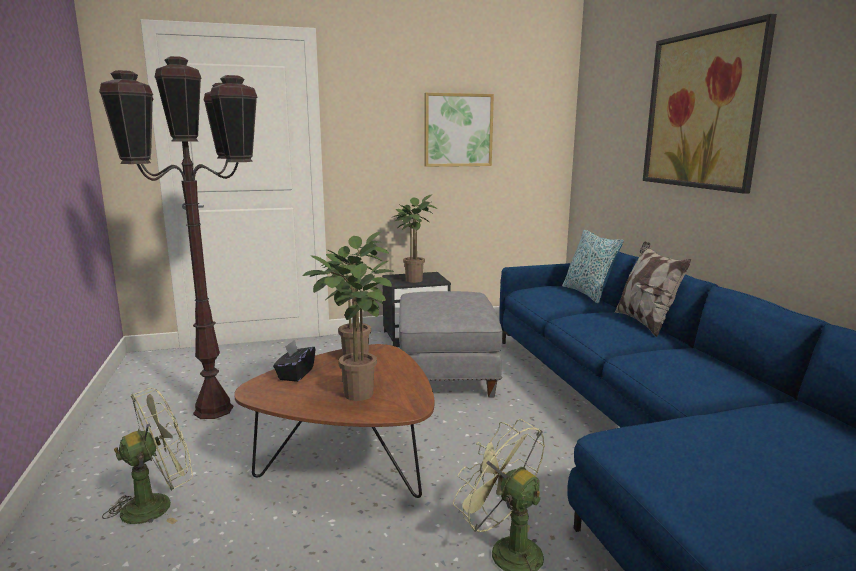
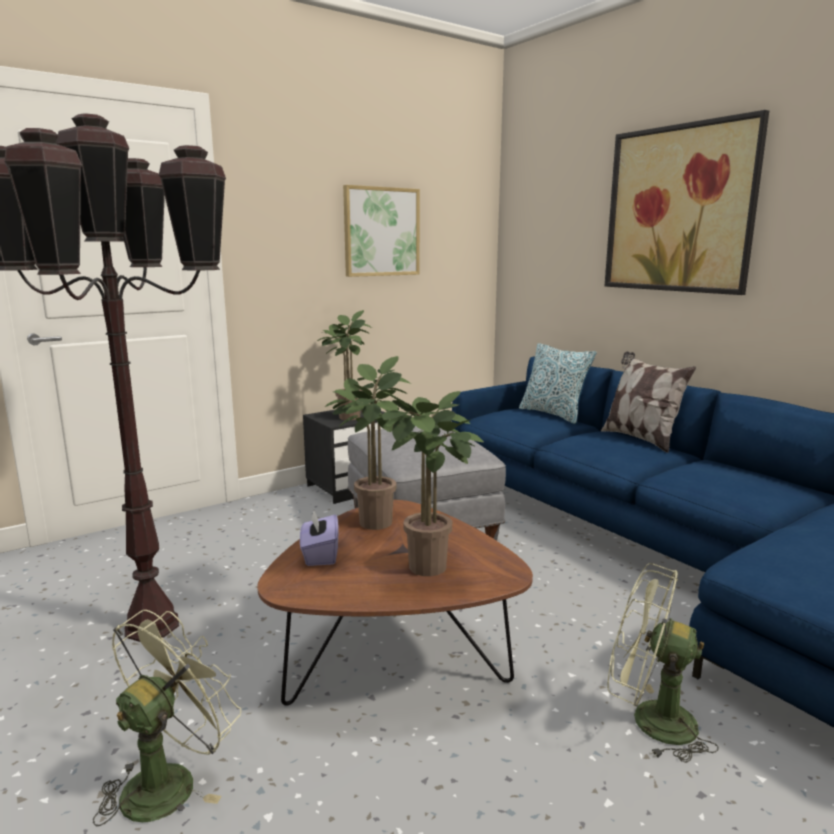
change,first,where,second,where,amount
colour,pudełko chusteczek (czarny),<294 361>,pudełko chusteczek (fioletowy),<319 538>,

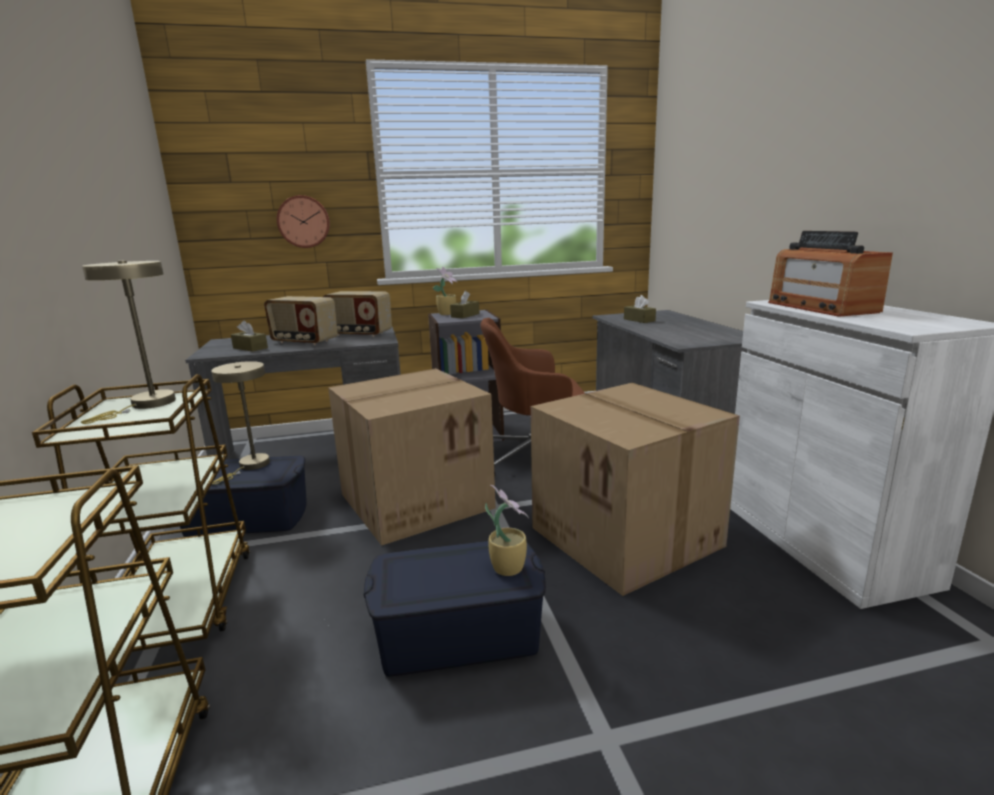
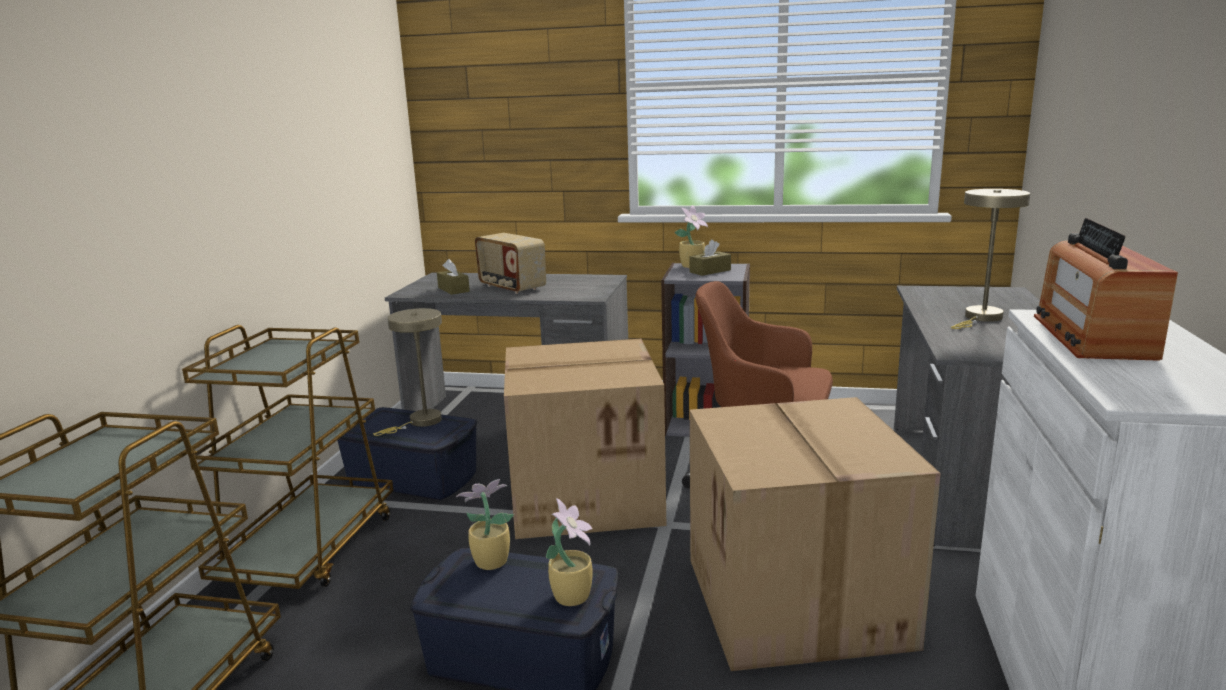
change,first,where,second,where,amount
relocated,lampa stołowa (beżowy),<128 342>,,<990 259>,
missing,zegar ścienny,<303 221>,,,
missing,radio,<357 314>,,,
missing,pudełko chusteczek (brązowy),<640 309>,,,
appeared,,,roślina doniczkowa,<485 524>,

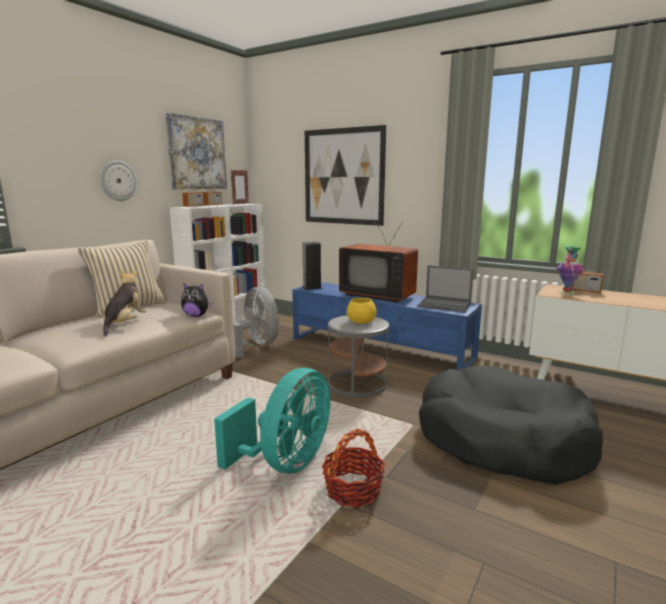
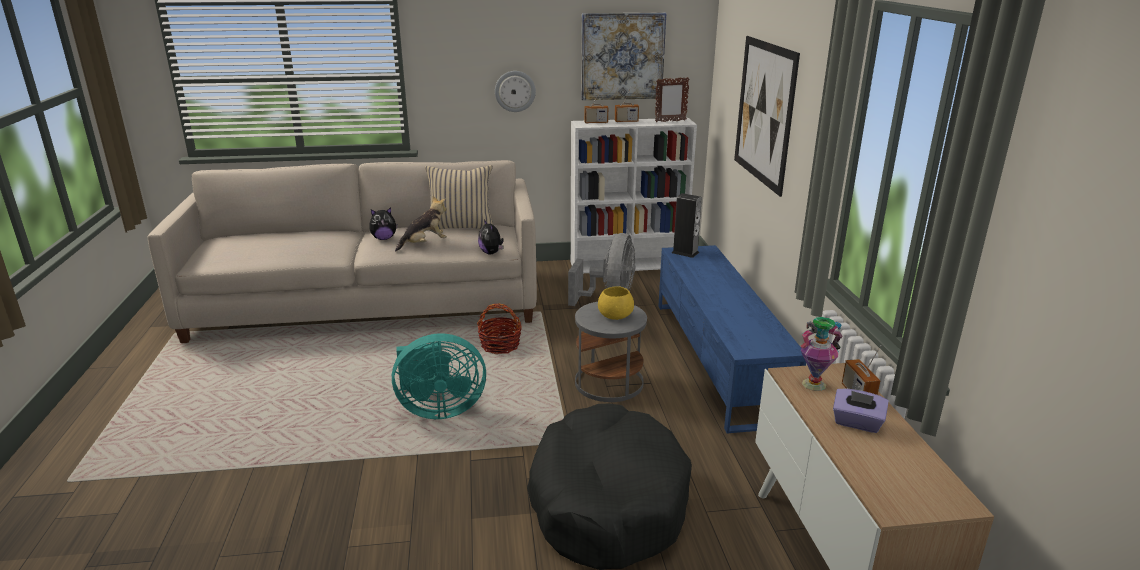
change,first,where,second,where,amount
relocated,koszyk,<353 468>,,<499 328>,
missing,telewizor,<378 262>,,,
missing,laptop,<445 288>,,,
appeared,,,pluszak,<383 223>,
appeared,,,pudełko chusteczek (fioletowy),<861 410>,

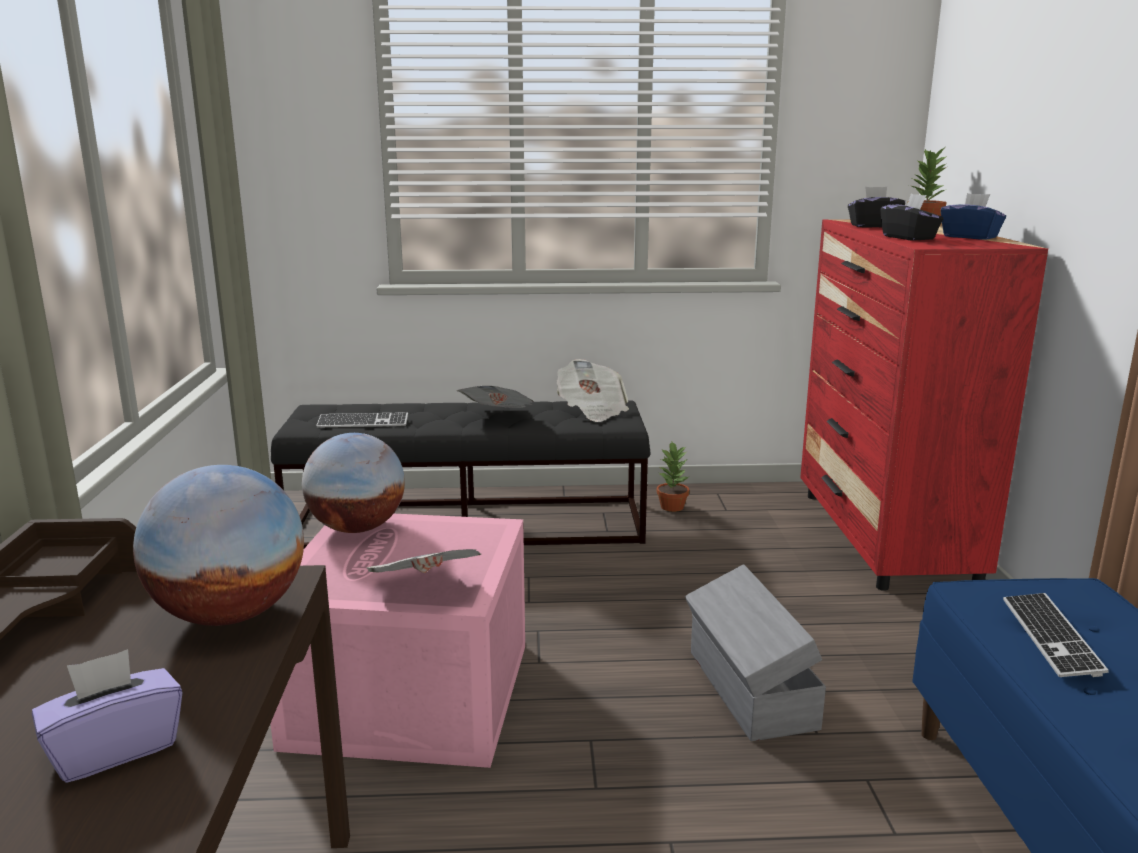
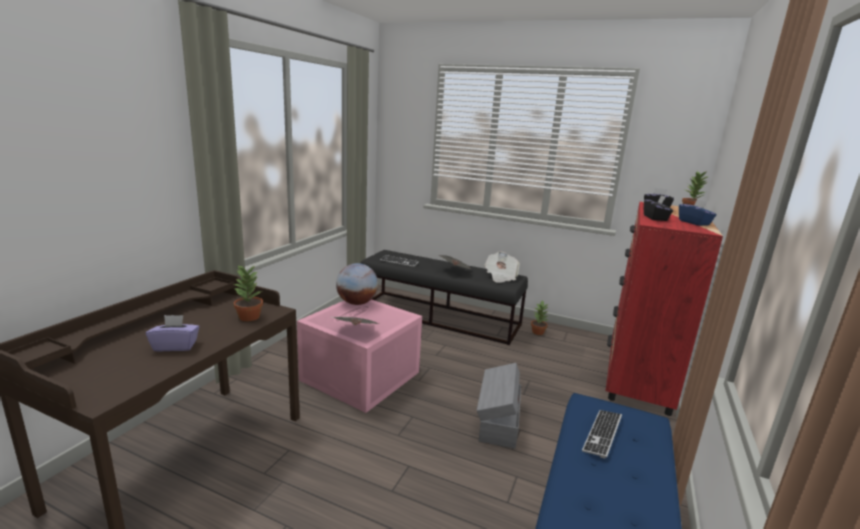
change,first,where,second,where,amount
exchanged,globus,<218 545>,roślina doniczkowa,<248 293>,

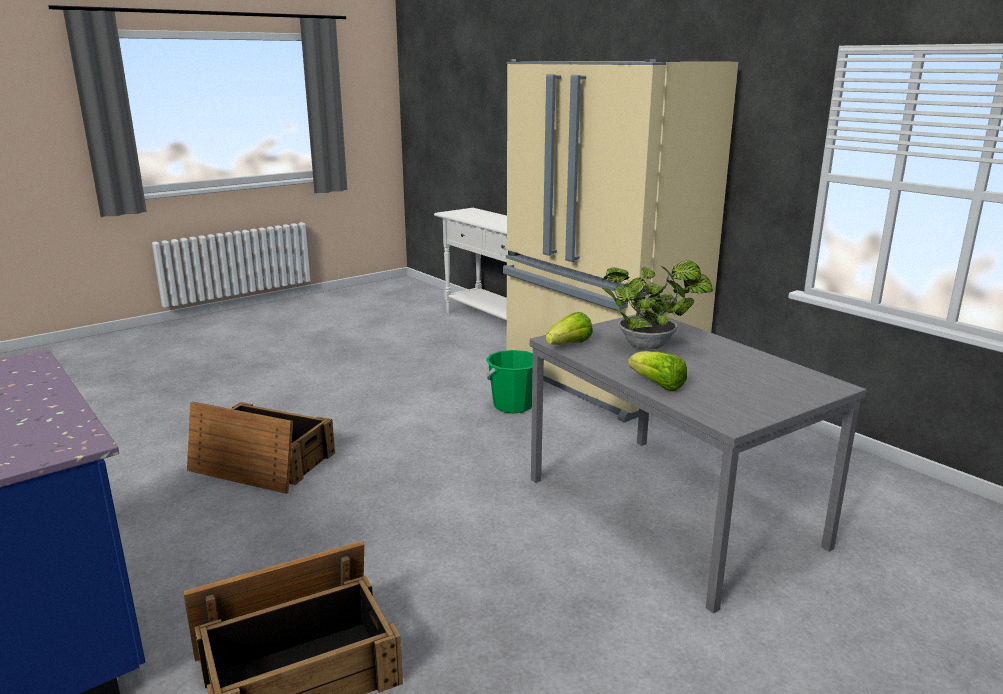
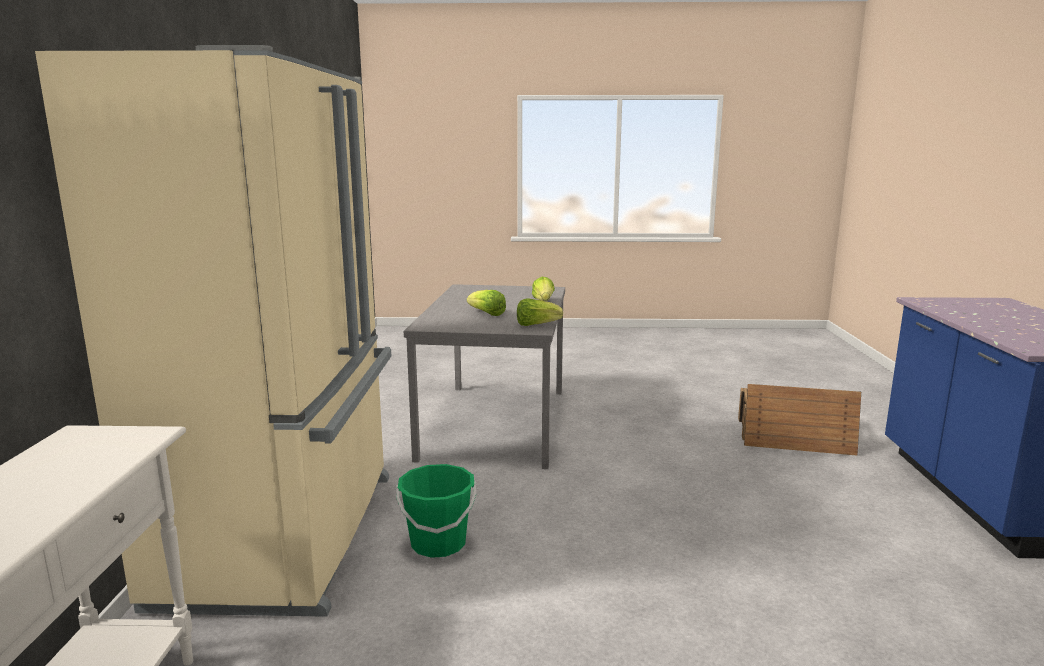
change,first,where,second,where,amount
missing,skrzynka,<261 448>,,,
exchanged,roślina doniczkowa,<657 305>,sałata,<486 303>,

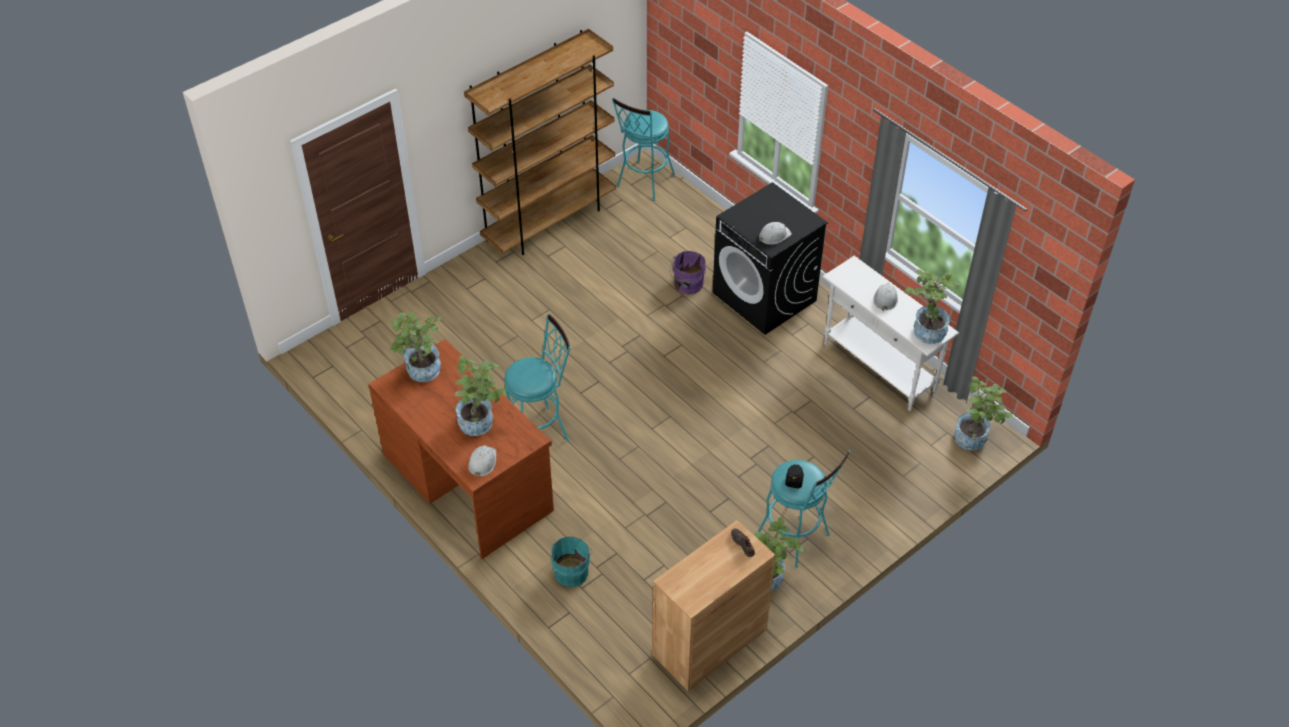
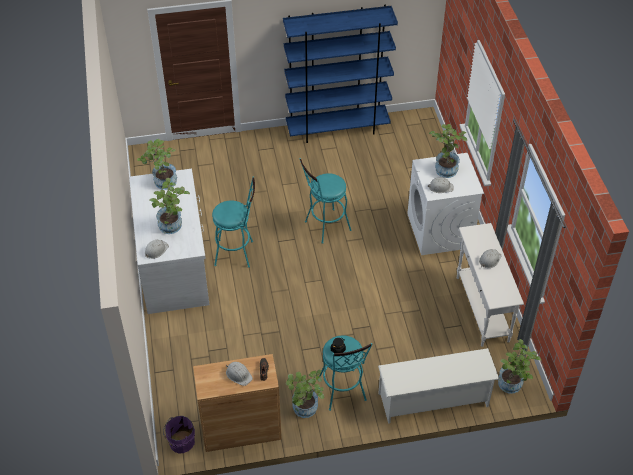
change,first,where,second,where,amount
colour,biurko (brązowy),<461 449>,biurko (biały),<169 241>,
colour,regał (brązowy),<540 142>,regał (niebieski),<340 74>,
missing,wiadro (turkusowy),<571 562>,,,
relocated,stołek (turkusowy),<644 149>,,<326 201>,
relocated,wiadro (fioletowy),<688 272>,,<179 435>,
colour,pralka (czarny),<770 258>,pralka (biały),<445 204>,
relocated,roślina doniczkowa,<932 306>,,<448 151>,
appeared,,,kask (biały),<239 374>,
appeared,,,regał na buty (biały),<438 386>,

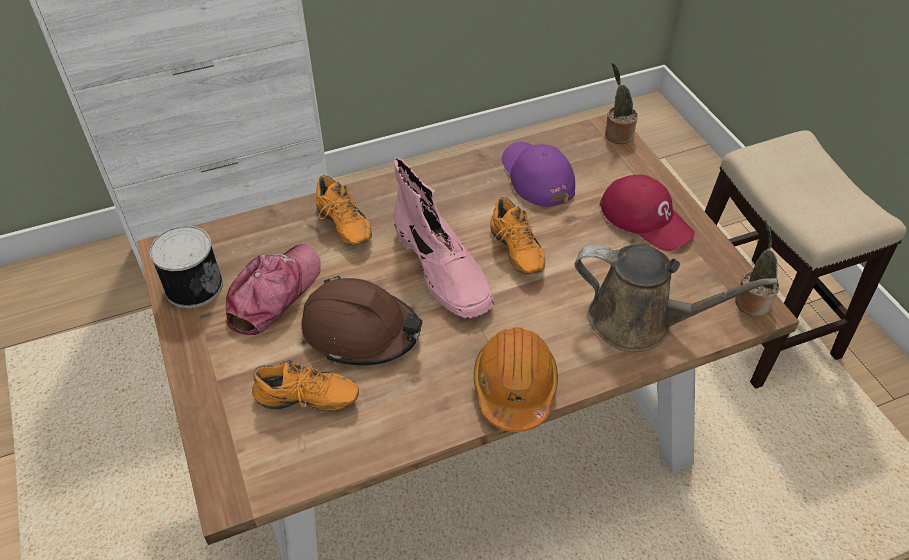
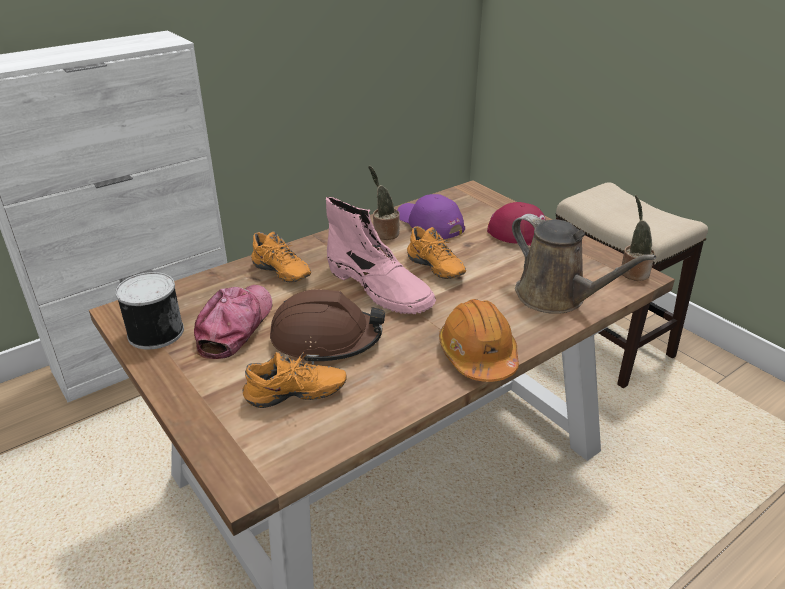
change,first,where,second,where,amount
spun,konewka (brązowy),<676 298>,,<584 264>,45 degrees clockwise
relocated,roślina doniczkowa,<621 103>,,<384 203>,

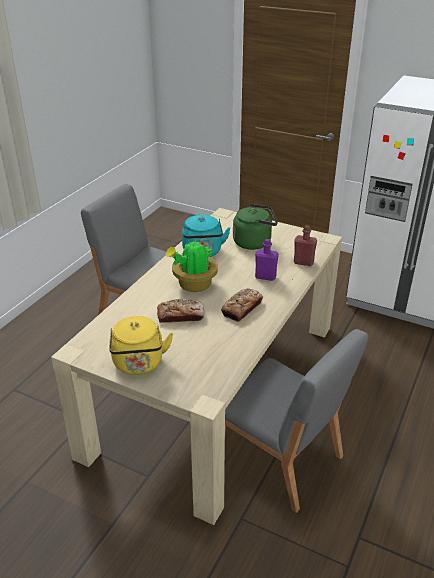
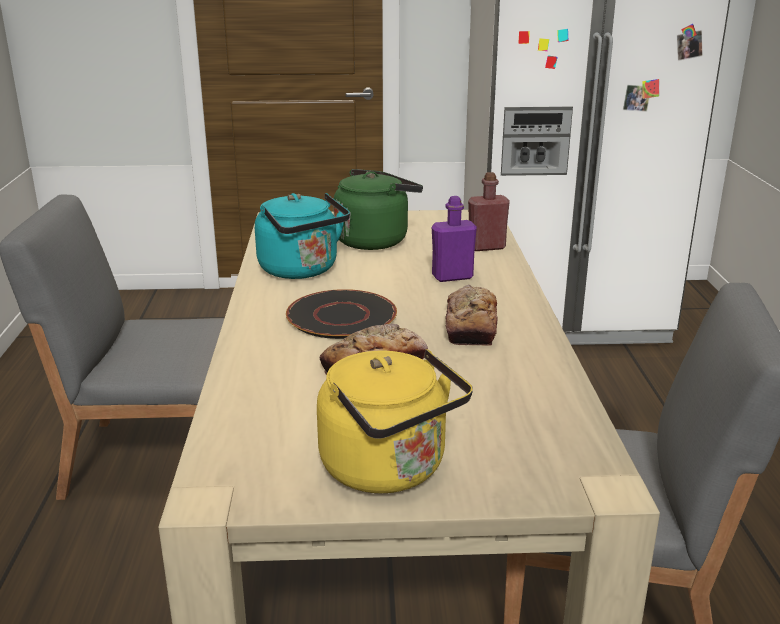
change,first,where,second,where,amount
exchanged,roślina doniczkowa,<192 264>,talerz (czarny),<341 314>,

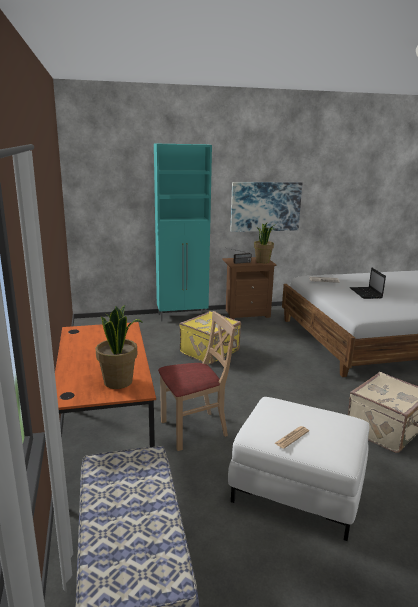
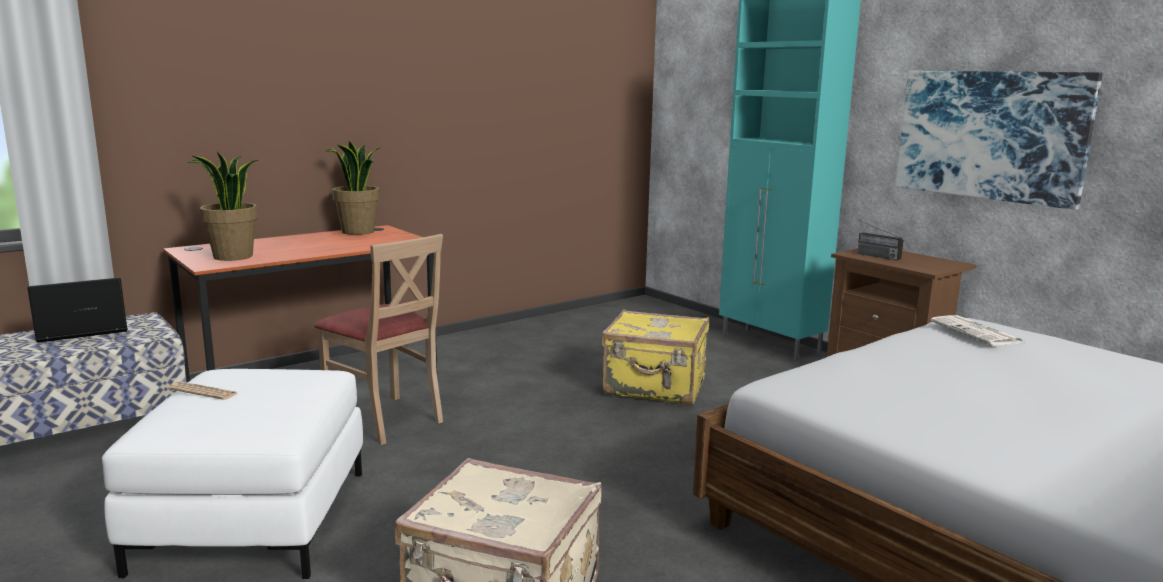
change,first,where,second,where,amount
relocated,roślina doniczkowa,<264 243>,,<353 188>,
relocated,laptop,<368 283>,,<77 310>,

